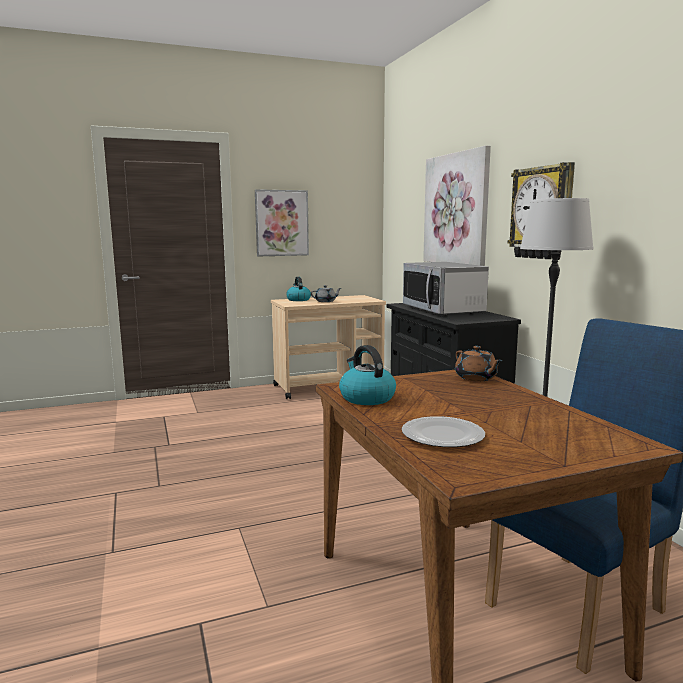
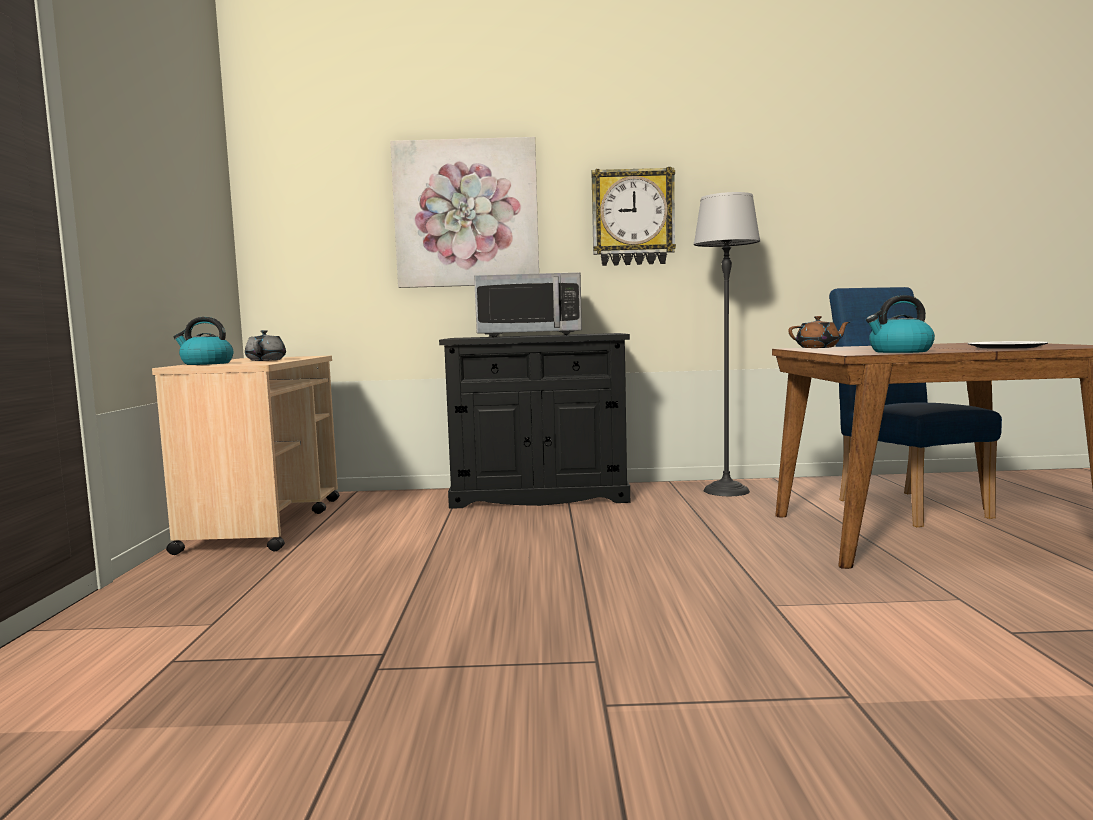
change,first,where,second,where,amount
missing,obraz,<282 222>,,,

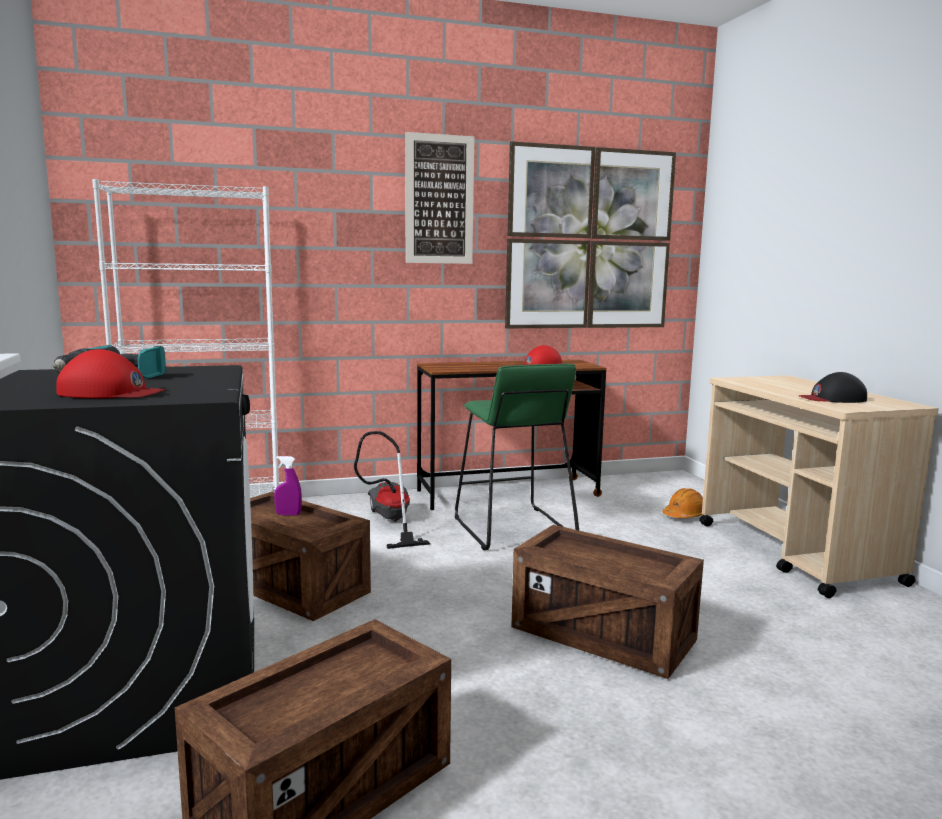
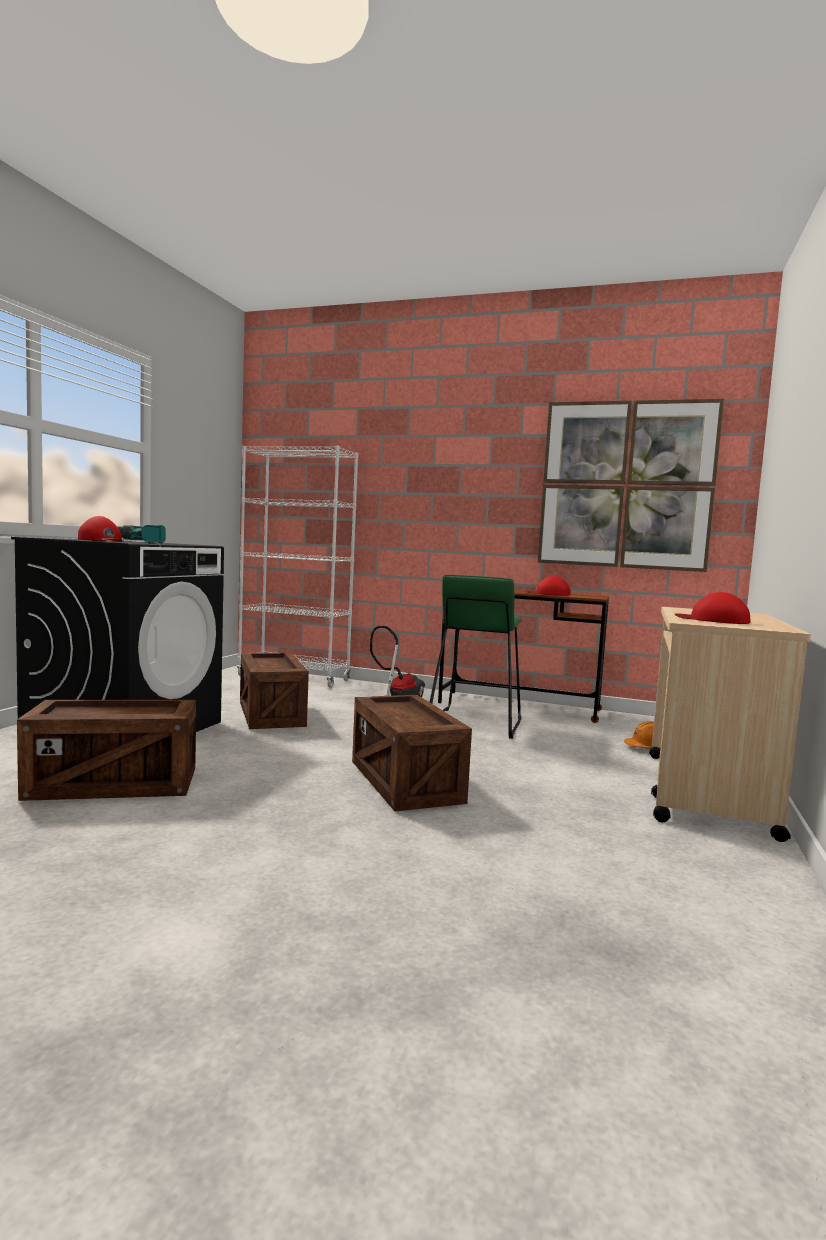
change,first,where,second,where,amount
missing,spryskiwacz (fioletowy),<288 485>,,,
missing,obraz,<439 198>,,,
colour,czapka z daszkiem (czarny),<833 387>,czapka z daszkiem (czerwony),<712 608>,

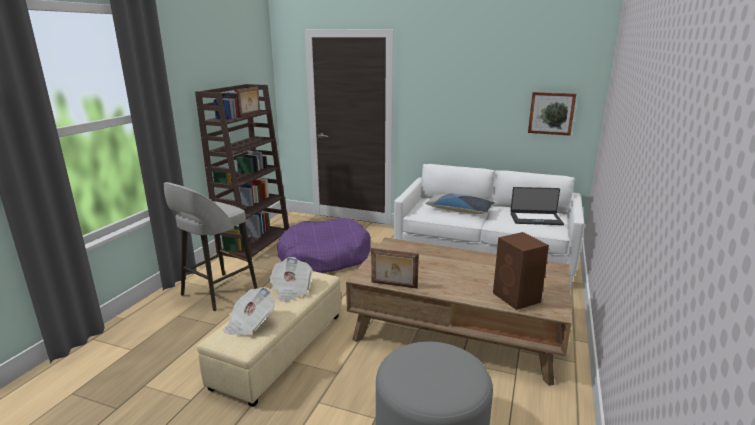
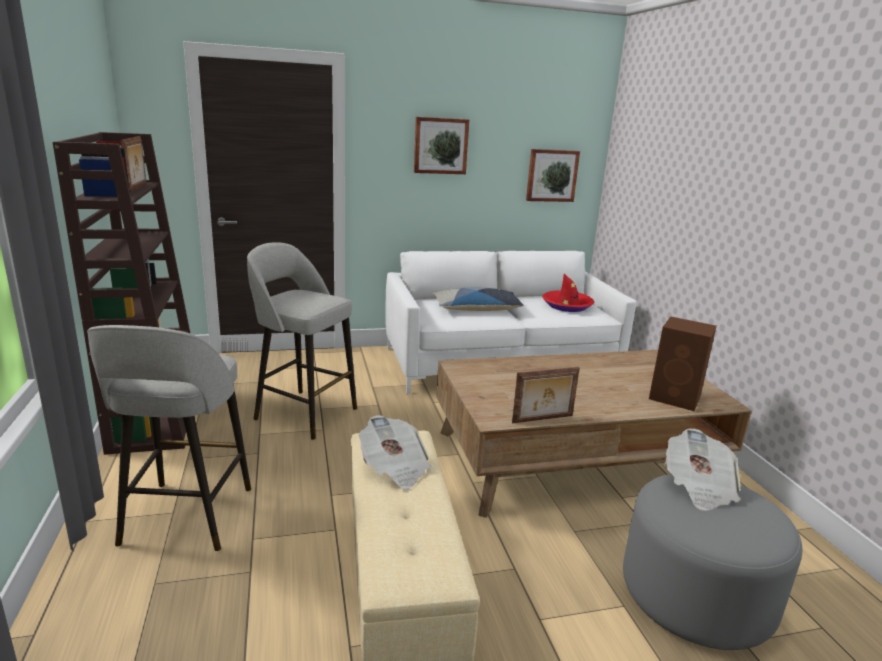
change,first,where,second,where,amount
relocated,gazeta,<249 311>,,<702 469>,
exchanged,legowisko (fioletowy),<324 245>,stołek (szary),<302 341>,
exchanged,laptop,<537 206>,kapelusz (czerwony),<568 293>,
appeared,,,obraz,<441 145>,

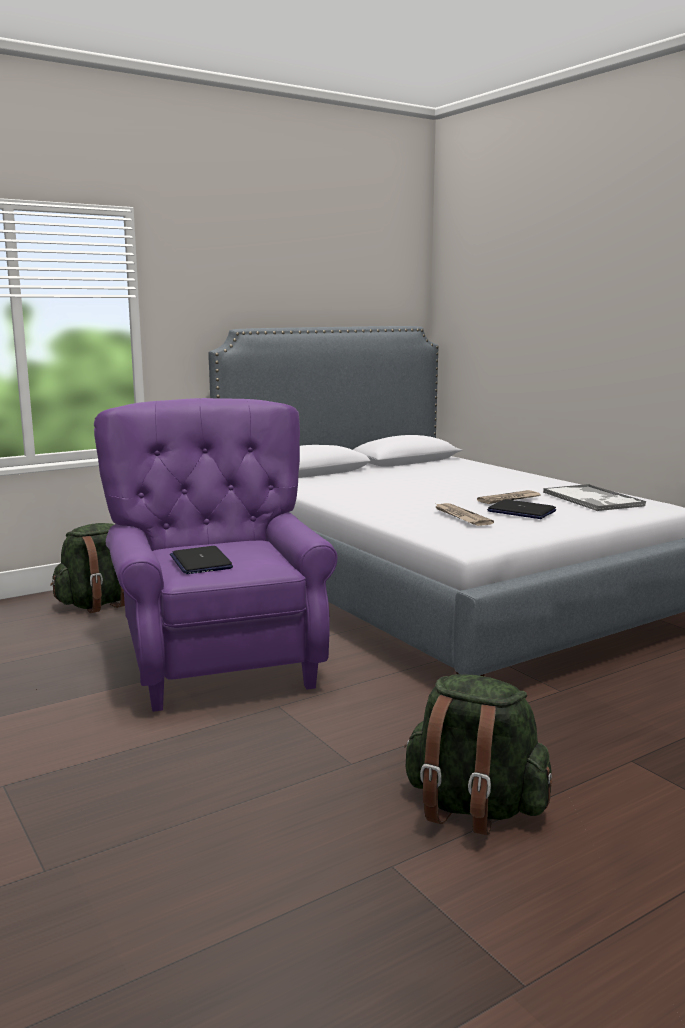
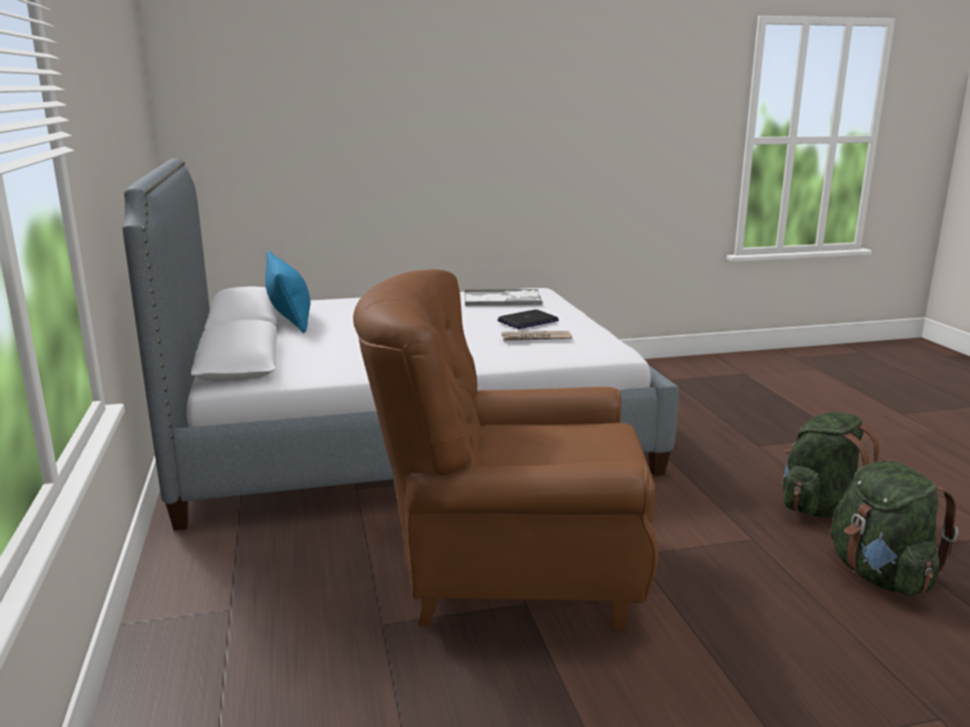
change,first,where,second,where,amount
relocated,plecak (zielony),<87 568>,,<894 528>,
colour,fotel (fioletowy),<215 555>,fotel (brązowy),<505 449>,
missing,laptop,<201 560>,,,
missing,gazeta,<508 497>,,,
appeared,,,poduszka (niebieski),<287 292>,

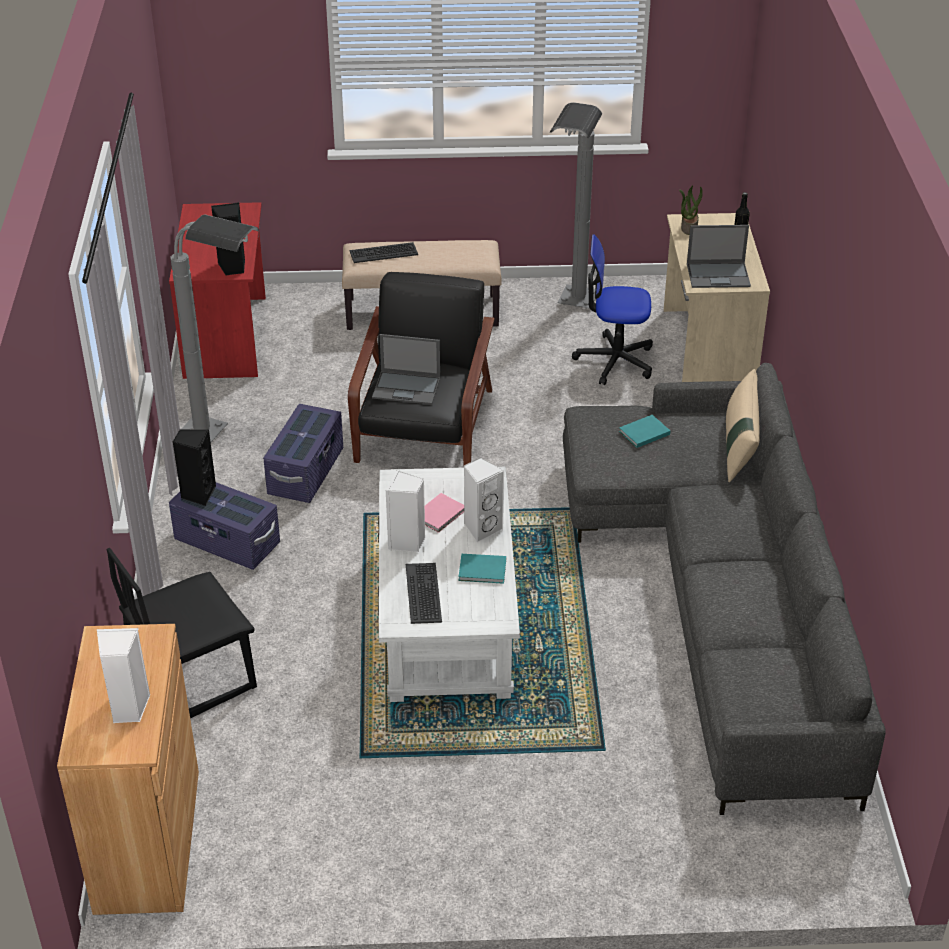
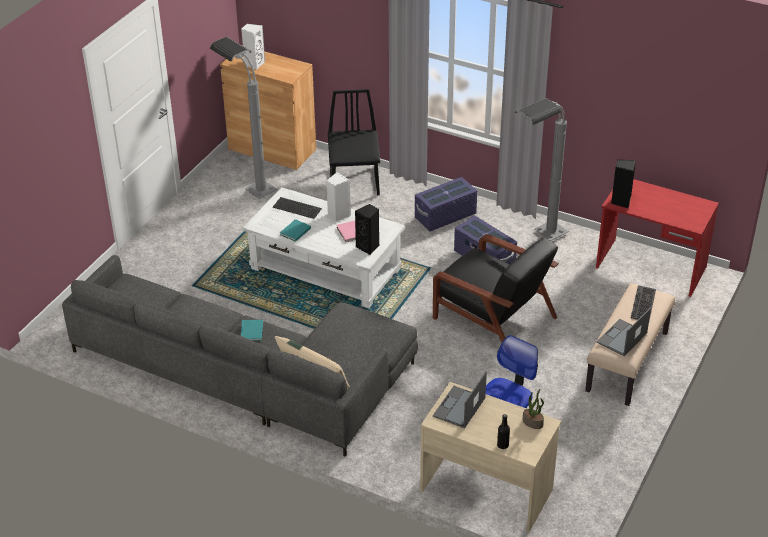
change,first,where,second,where,amount
relocated,głośnik (czarny),<194 468>,,<367 229>,
relocated,laptop,<406 369>,,<624 332>,
missing,głośnik (biały),<484 500>,,,
relocated,lampa stojąca (szary),<576 205>,,<244 118>,
relocated,książka (turkusowy),<644 431>,,<252 330>,

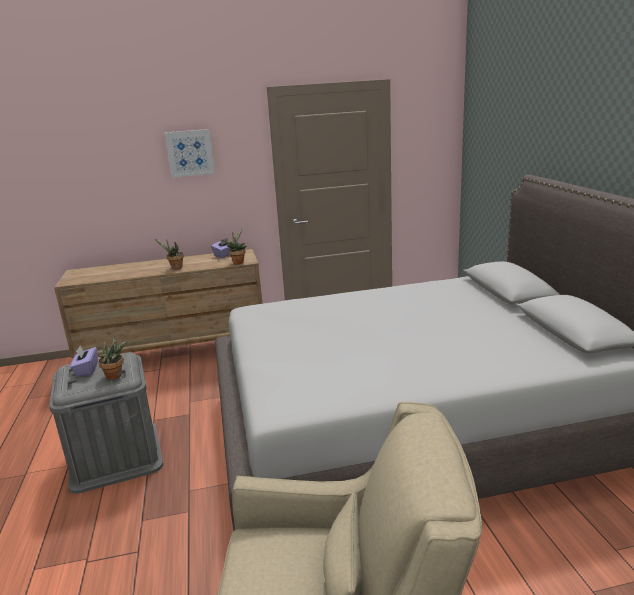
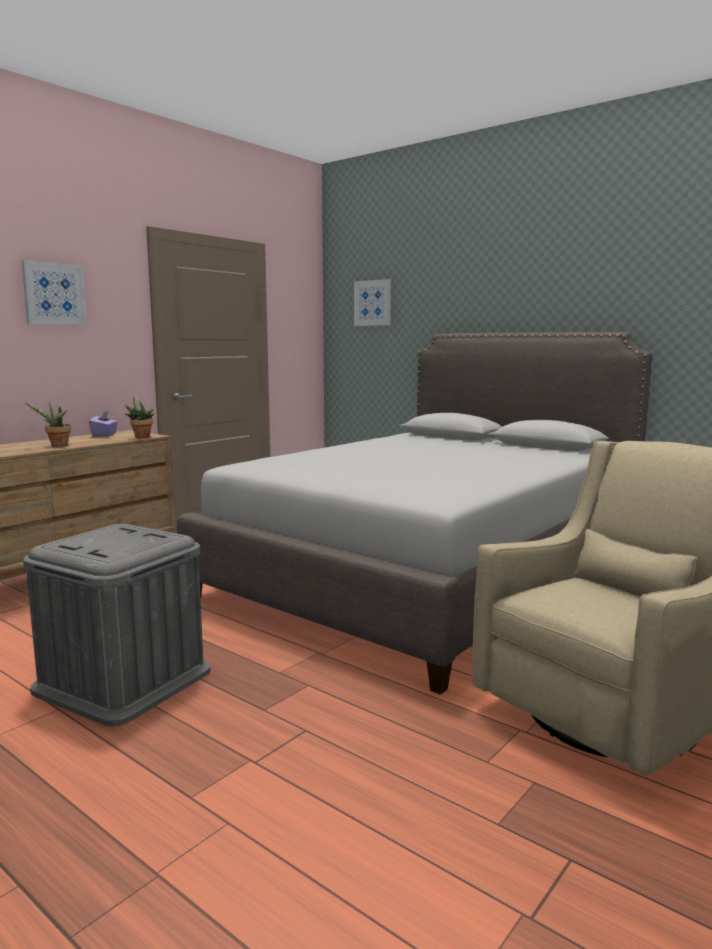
change,first,where,second,where,amount
missing,pudełko chusteczek (fioletowy),<84 361>,,,
missing,roślina doniczkowa,<112 358>,,,
appeared,,,obraz,<372 302>,

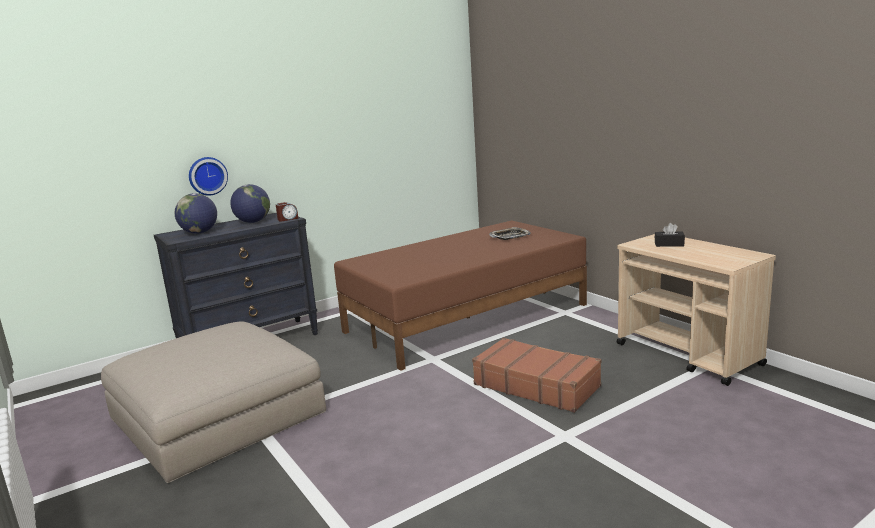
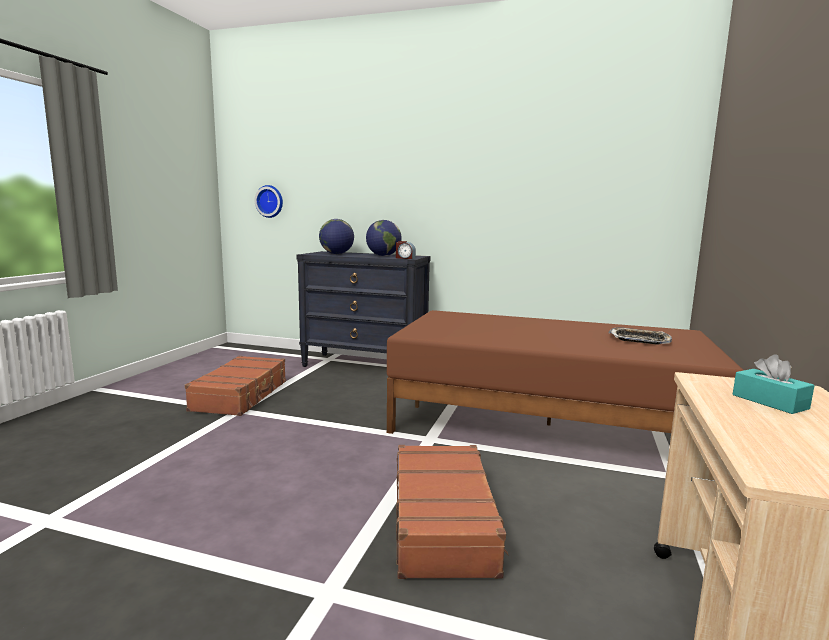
change,first,where,second,where,amount
exchanged,pufa (beżowy),<213 402>,walizka (brązowy),<235 386>,
relocated,zegar ścienny,<208 176>,,<269 201>,
colour,pudełko chusteczek (czarny),<670 235>,pudełko chusteczek (turkusowy),<774 384>,

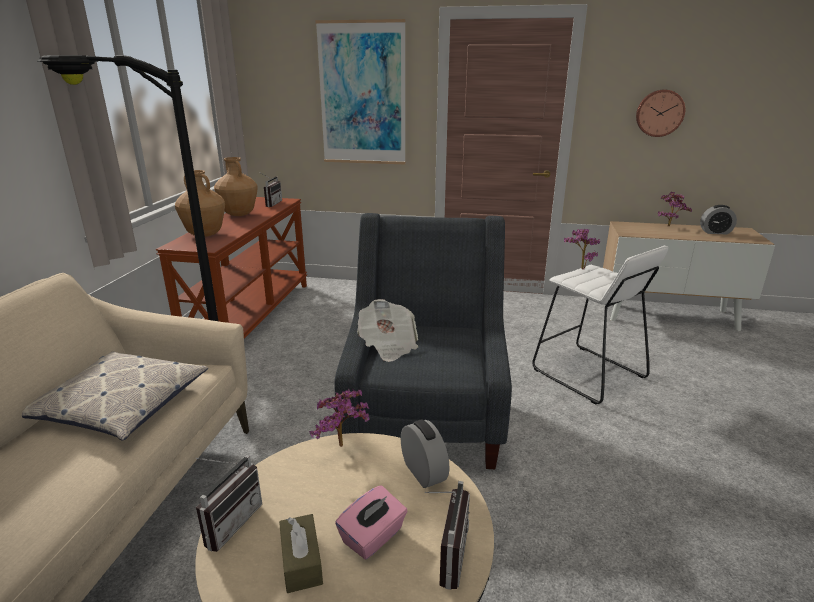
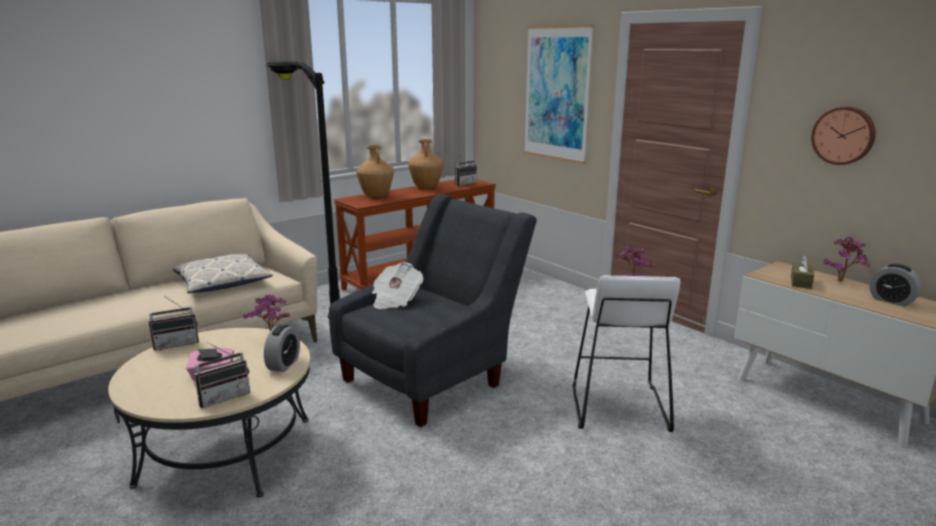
change,first,where,second,where,amount
relocated,pudełko chusteczek (brązowy),<301 553>,,<802 272>,

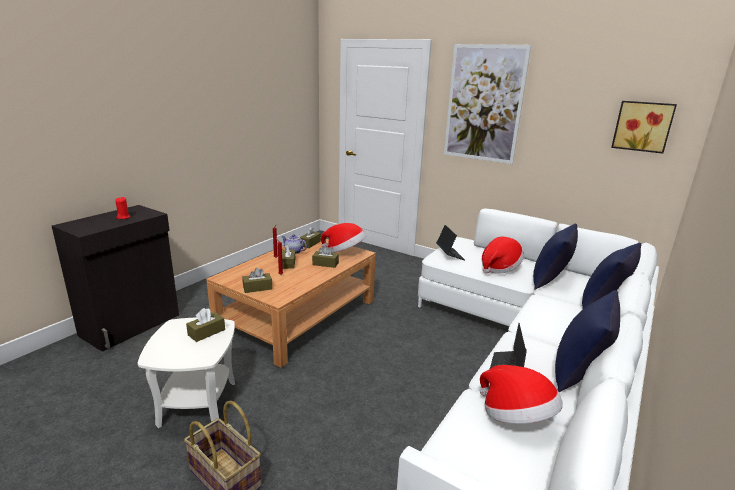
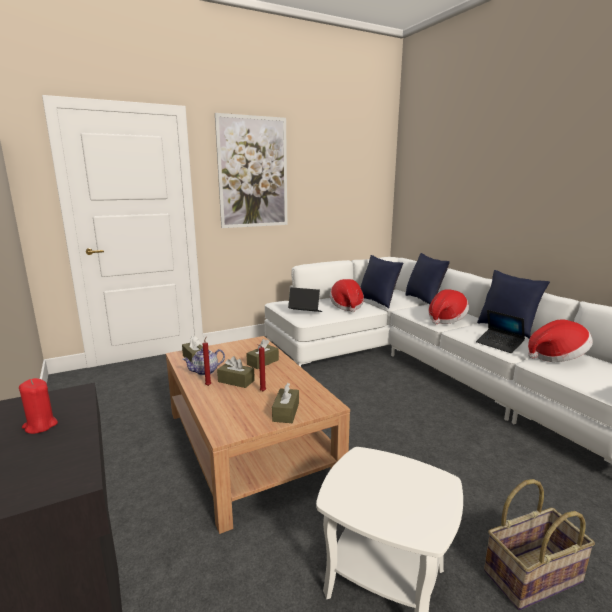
change,first,where,second,where,amount
missing,pudełko chusteczek (brązowy),<205 325>,,,
relocated,kapelusz,<343 238>,,<448 306>,
missing,obraz,<644 127>,,,

